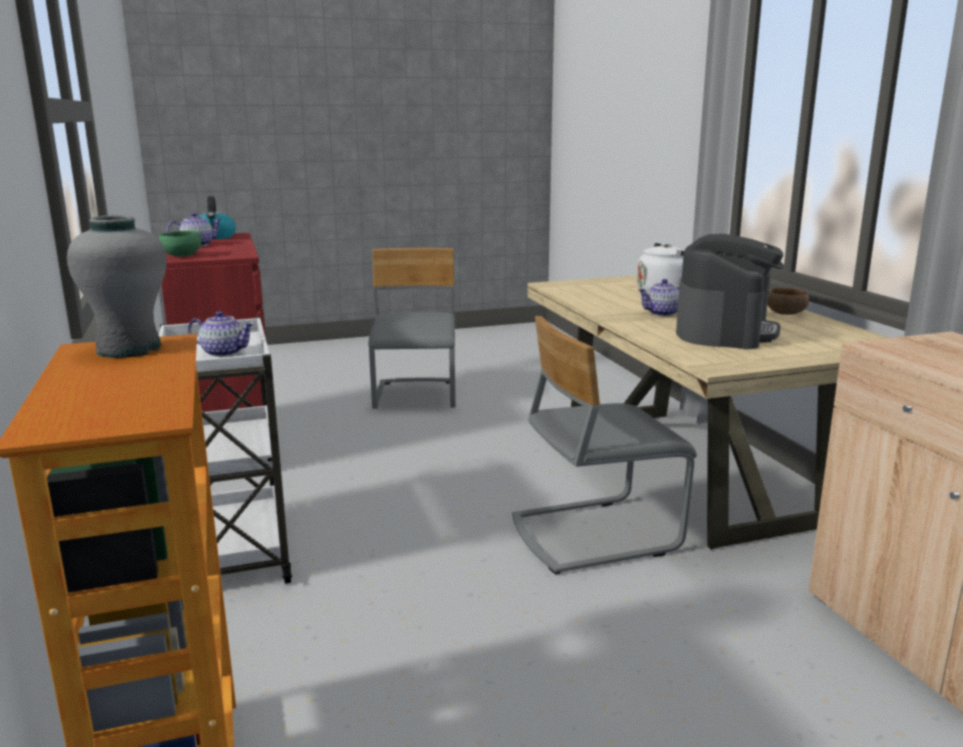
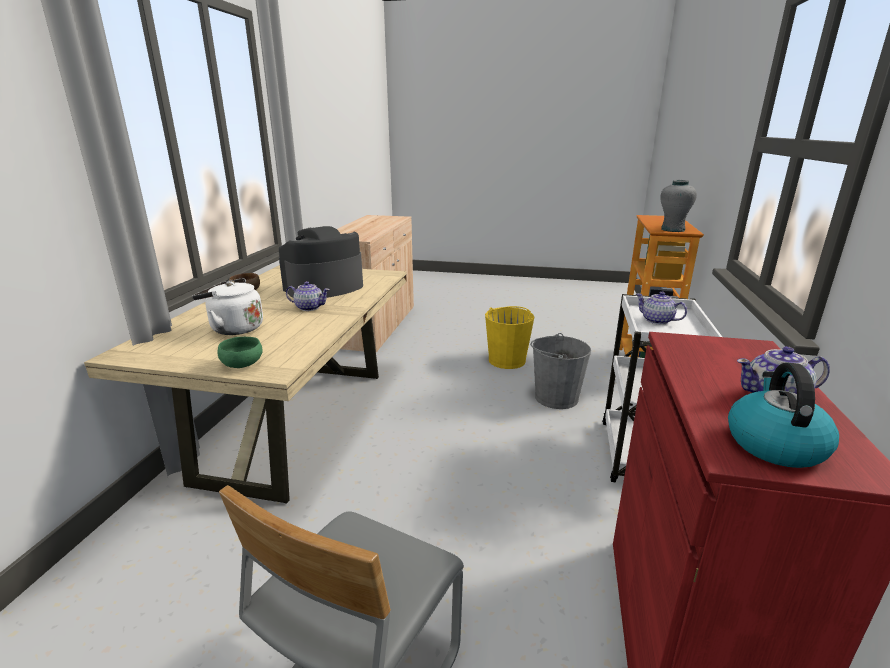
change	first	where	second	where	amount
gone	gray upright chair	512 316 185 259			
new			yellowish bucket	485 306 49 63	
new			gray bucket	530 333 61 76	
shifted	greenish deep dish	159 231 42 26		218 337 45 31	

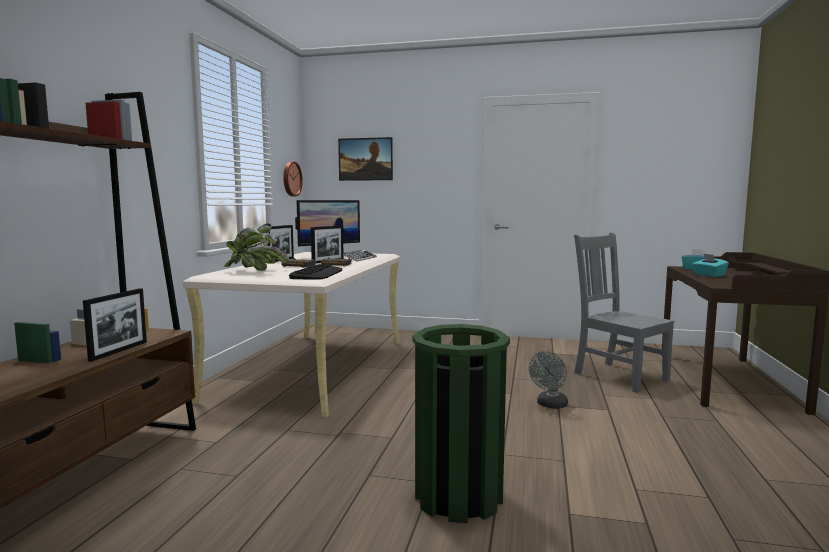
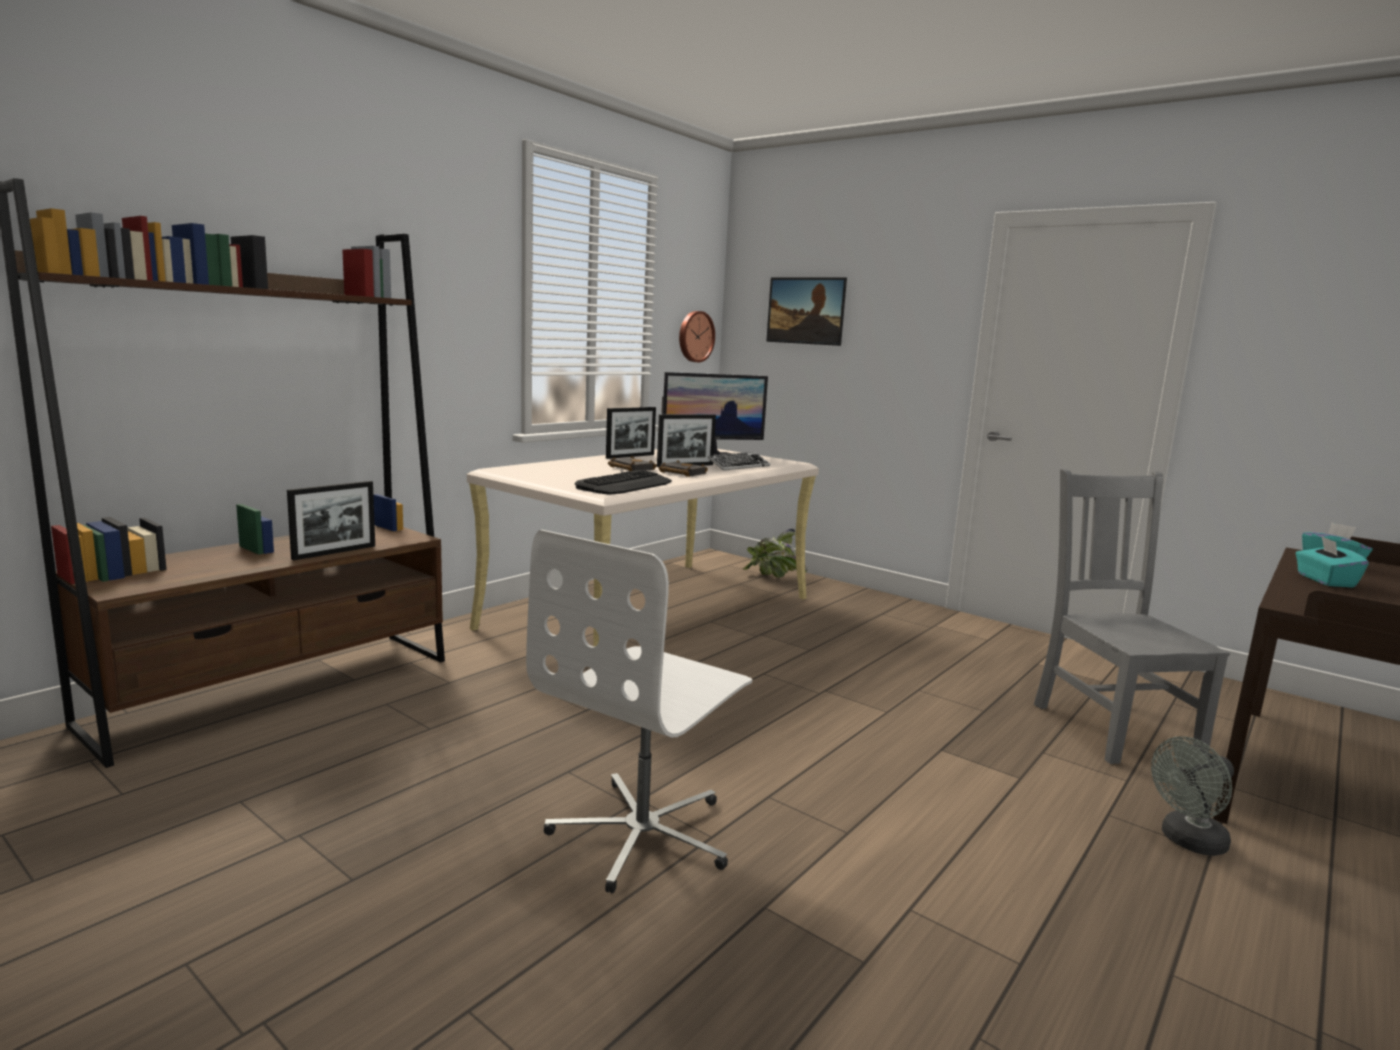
change	first	where	second	where	amount
shifted	potted plant	224 224 65 47		743 529 65 49	
shifted	gray electric fan	529 351 39 58		1151 736 83 120	
swapped	greenish trash can	412 324 98 199	white-coloured office chair	526 530 226 363	

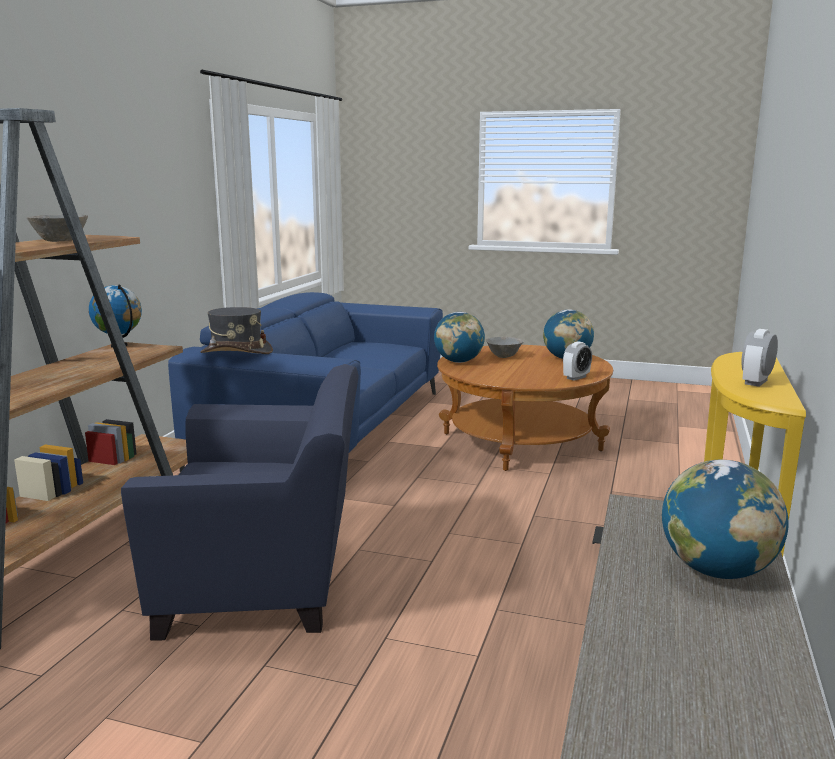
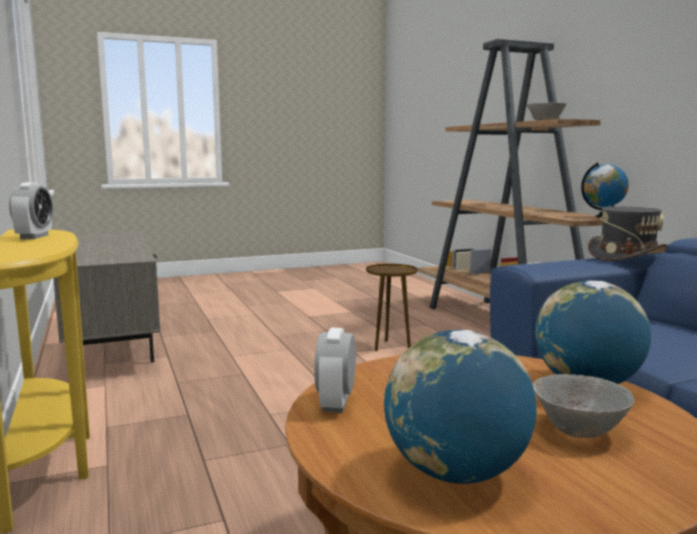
change	first	where	second	where	amount
gone	world globe	662 460 127 119			
swapped	blue-coloured armchair	121 364 238 277	brown-coloured accent table	366 264 51 87	

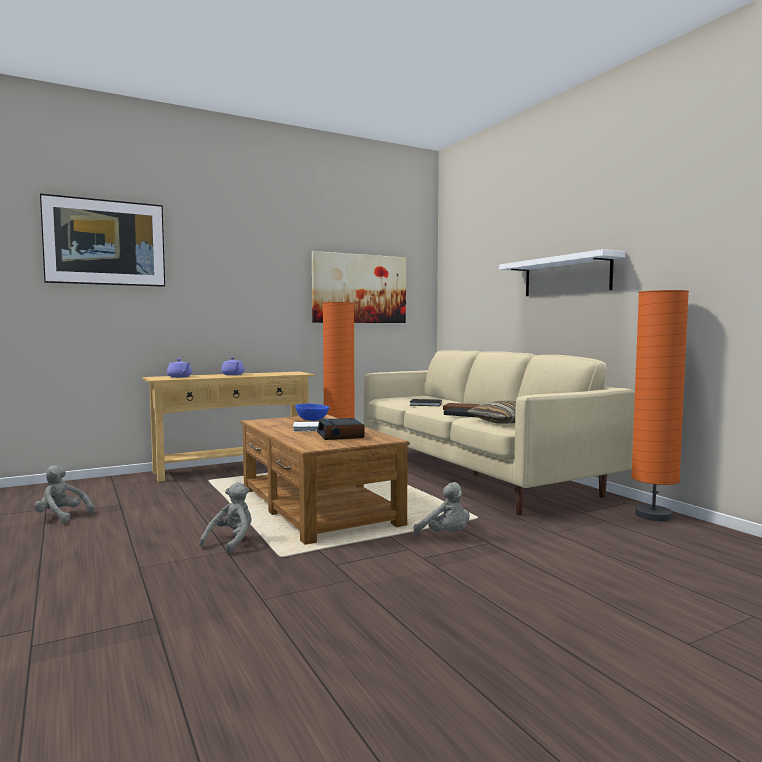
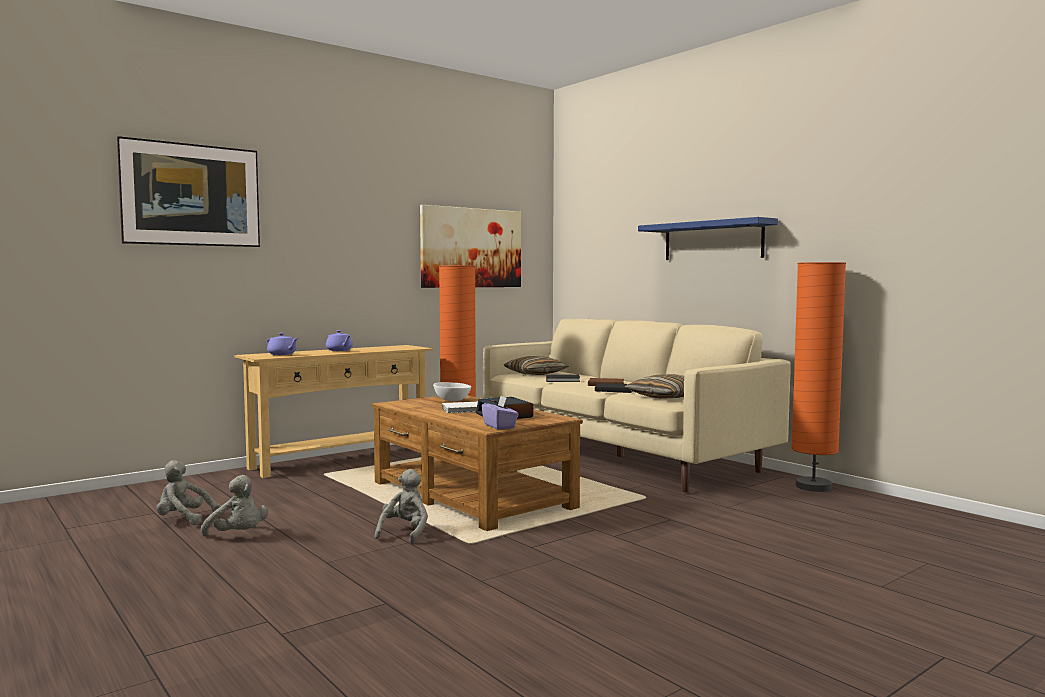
change	first	where	second	where	amount
new			purple-coloured box of tissues	481 396 38 34	
new			throw pillow	504 356 65 19	
shifted	gray soft toy	414 482 56 53		201 475 67 61	
repainted	blue-coloured deep dish	295 404 34 17	white-coloured deep dish	433 382 38 19	
repainted	white-coloured bracket shelf	499 249 126 47	blue-coloured bracket shelf	638 217 140 43	

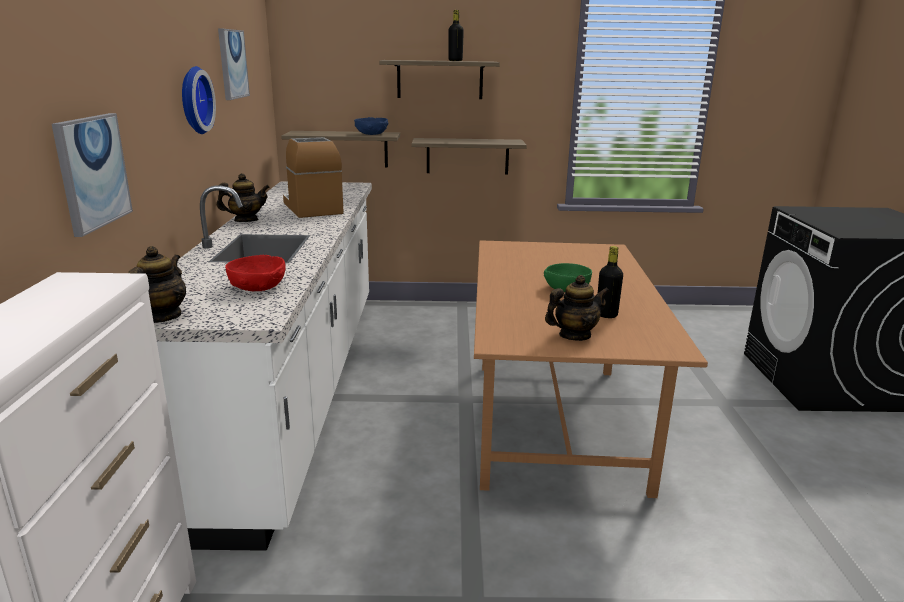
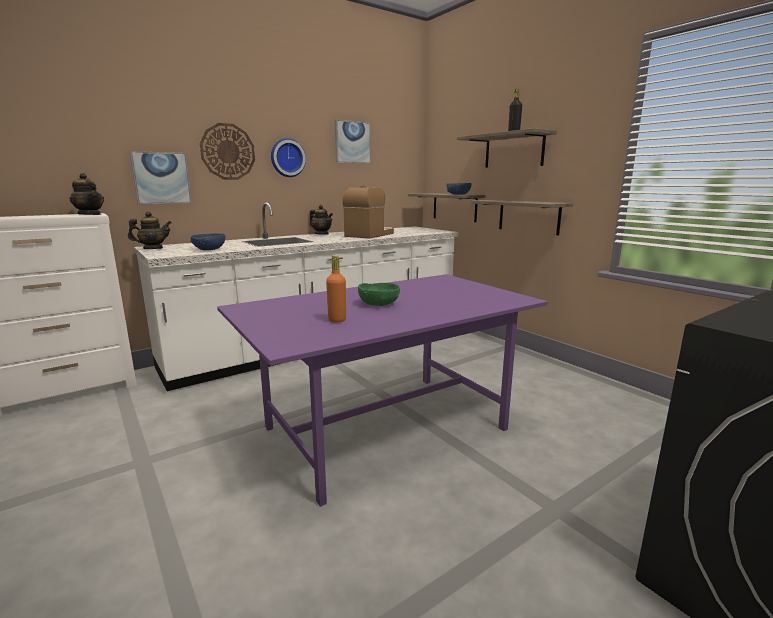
change	first	where	second	where	amount
new			wall clock	200 123 55 57	
shifted	tea pot	545 275 64 66		69 173 35 42	
repainted	red deep dish	225 255 60 36	blue-coloured deep dish	191 234 35 16	
repainted	brown-coloured dining table	474 240 234 258	purple-coloured dining table	217 274 331 233	
repainted	blackish drink bottle	598 246 25 72	orange-coloured drink bottle	326 255 20 68	

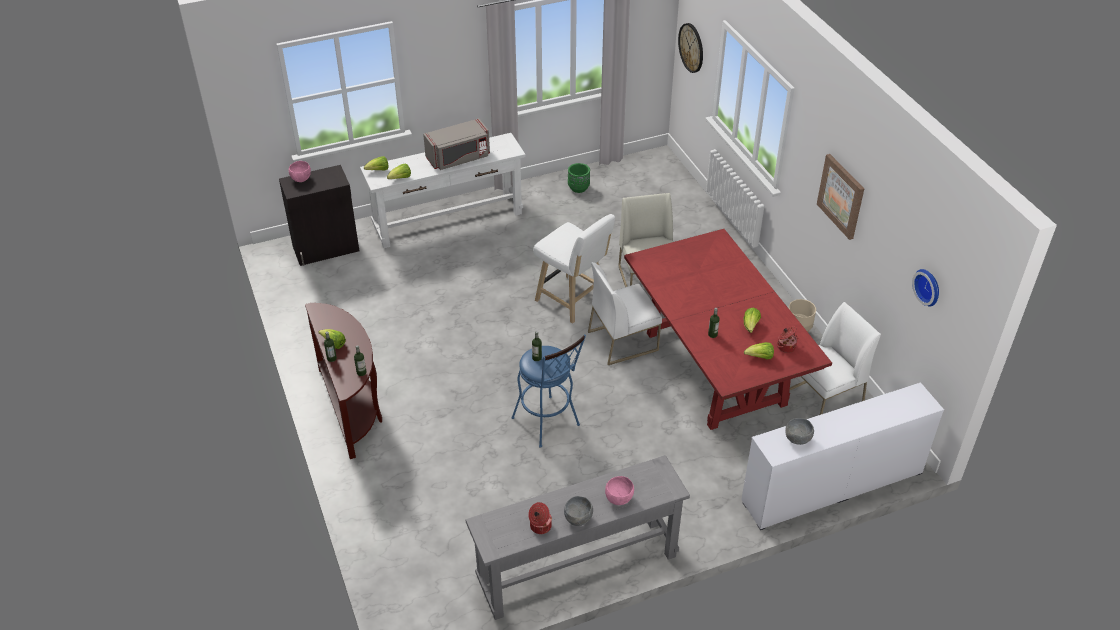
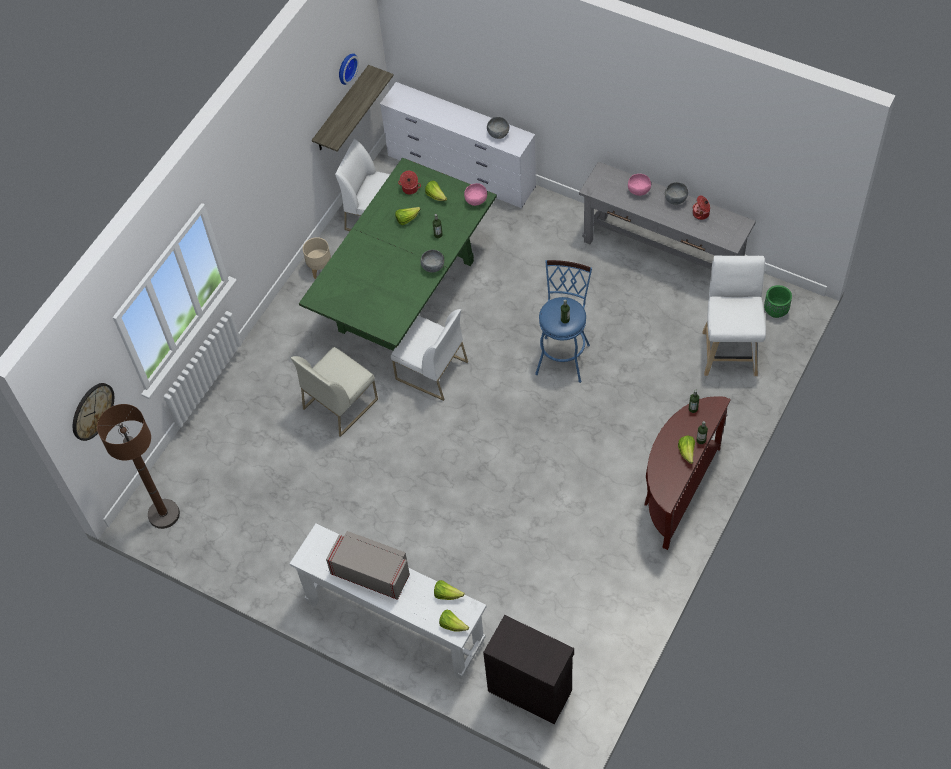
change	first	where	second	where	amount
gone	picture	817 154 47 86			
new			brown-coloured standard lamp	97 404 83 125	
new			bracket shelf	312 65 82 87	
new			gray deep dish	421 250 23 23	
shifted	pink deep dish	289 161 22 21		464 183 23 23	
shifted	white-coloured stool	533 214 82 110		702 256 64 120	
shifted	greenish planter	568 163 22 30		764 285 28 33	
repainted	red dining table	624 229 208 201	greenish dining table	299 157 198 194	

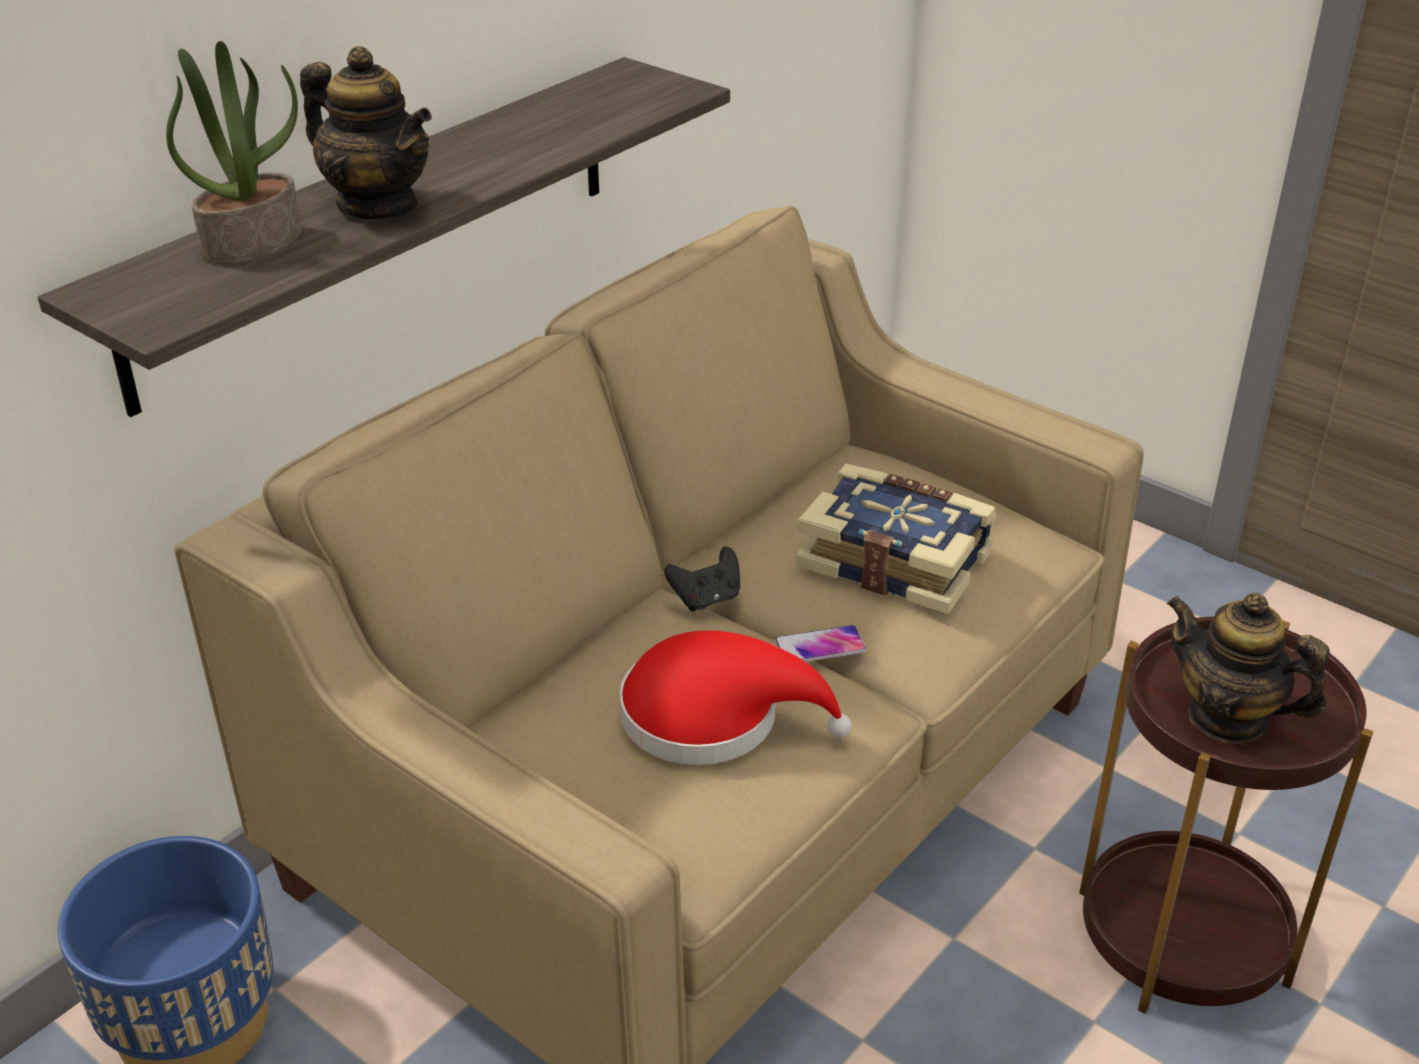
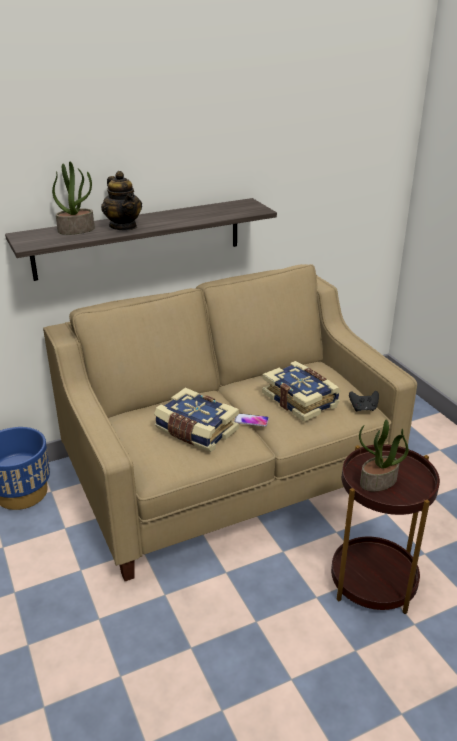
change	first	where	second	where	amount
shifted	blackish joypad	664 546 76 65		349 391 30 20	
swapped	red wearable hat	619 630 232 135	volume	154 388 85 64	
swapped	tea pot	1167 593 163 150	potted plant	359 419 49 72	

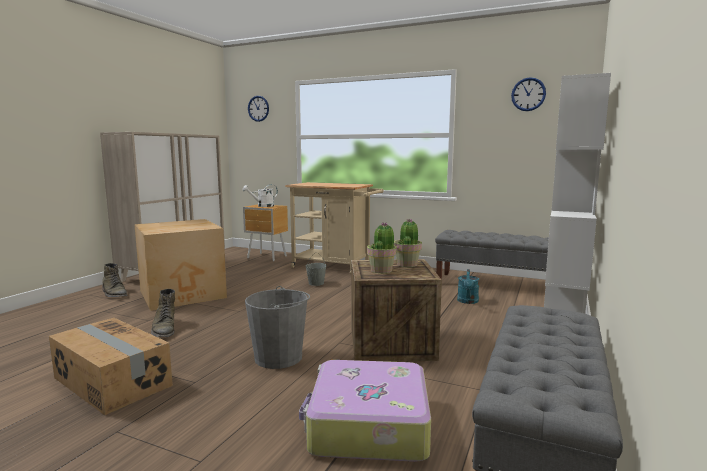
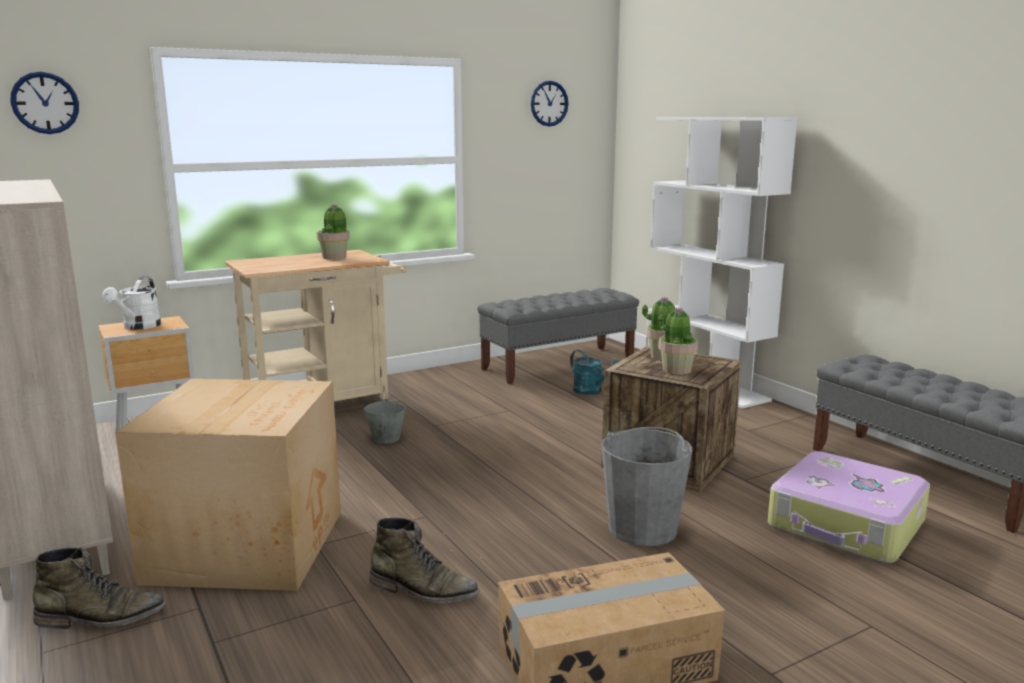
change	first	where	second	where	amount
new			potted plant	317 204 33 56	

